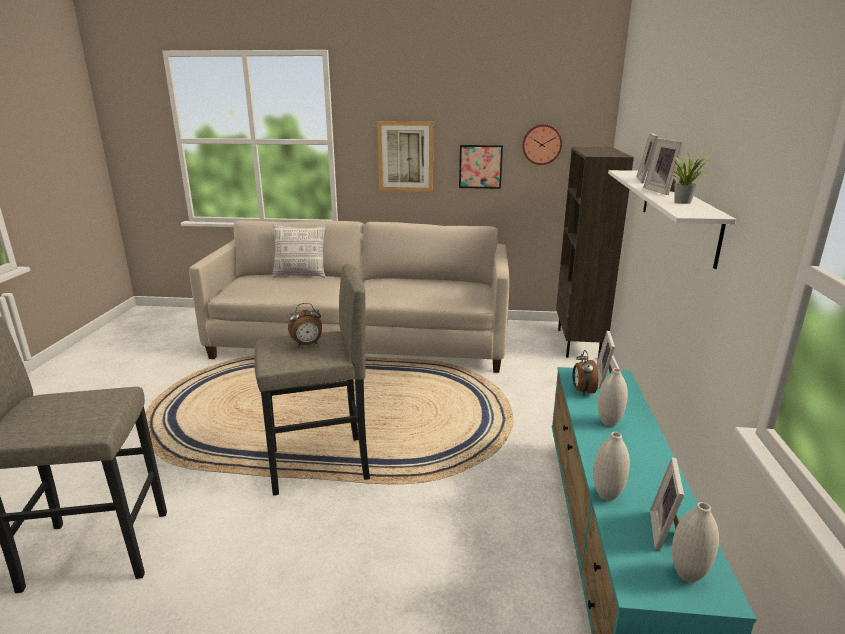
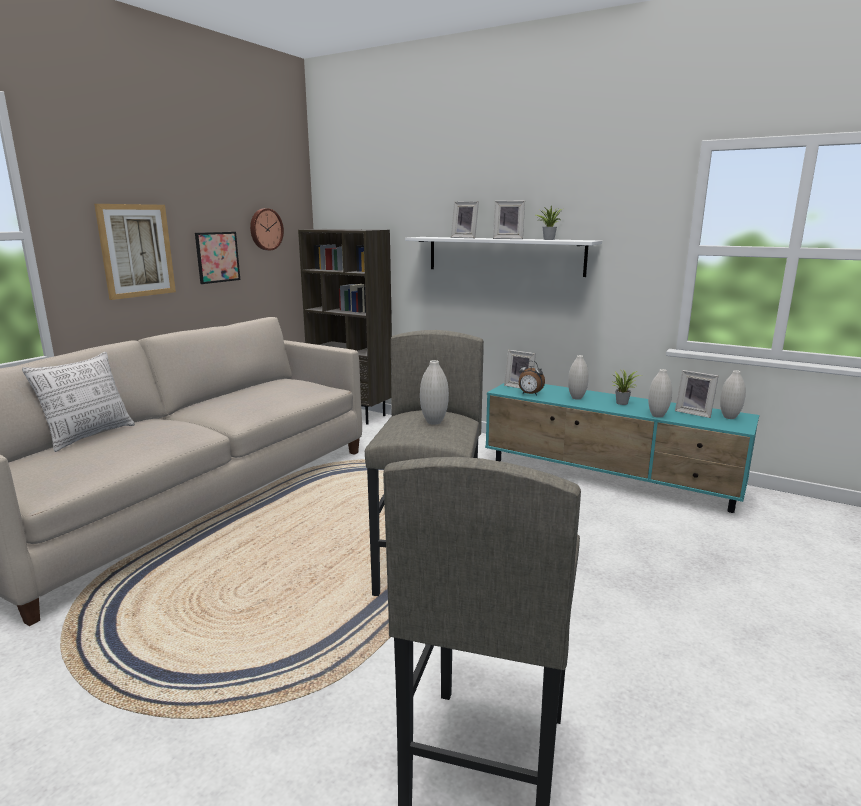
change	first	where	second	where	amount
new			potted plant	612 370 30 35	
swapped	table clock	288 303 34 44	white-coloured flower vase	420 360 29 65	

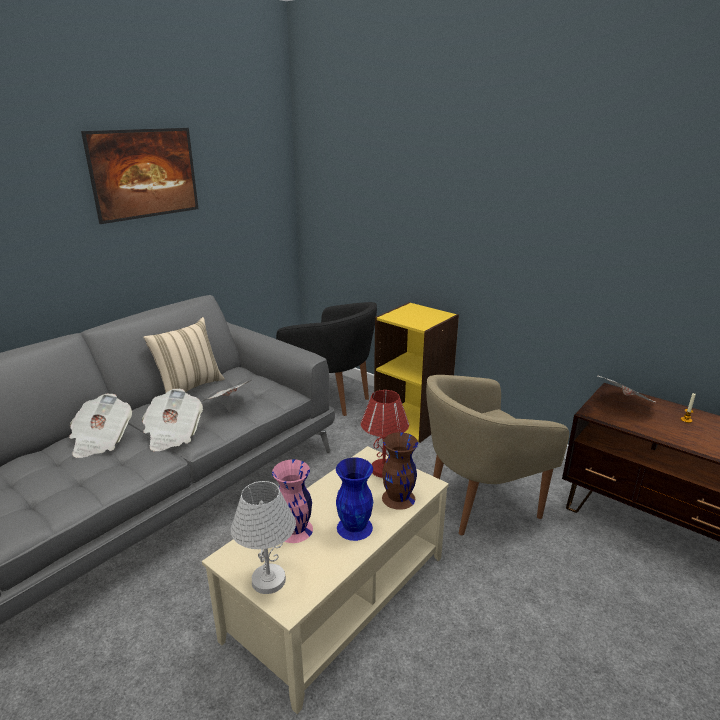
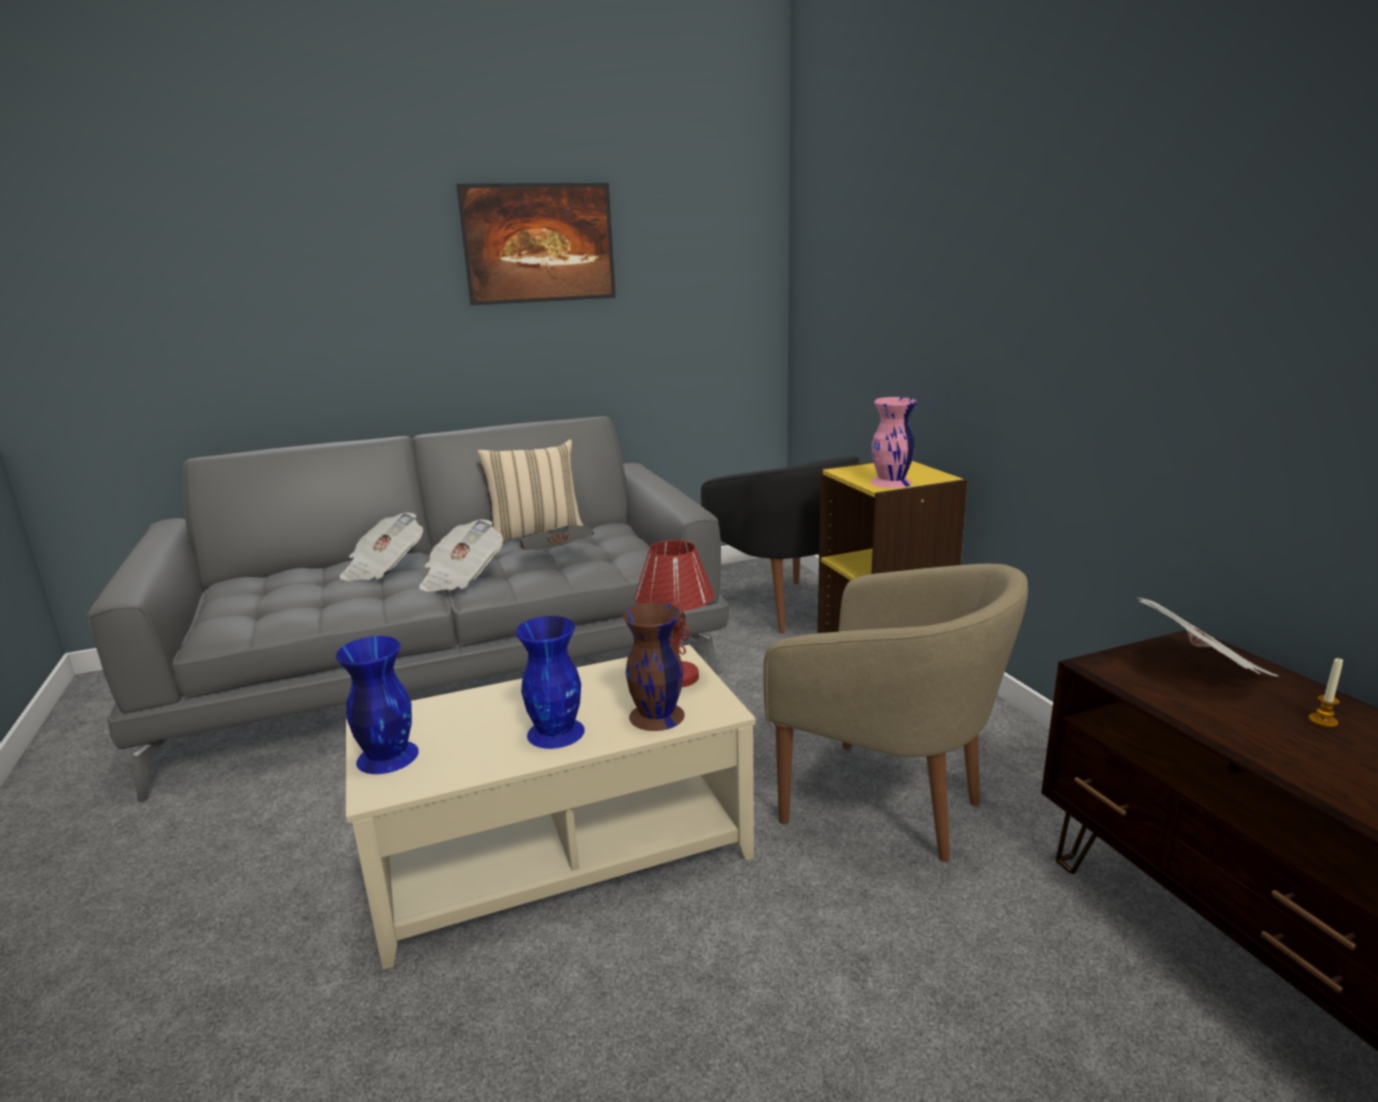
change	first	where	second	where	amount
shifted	pink flower vase	272 459 41 84		871 397 46 91	
swapped	white-coloured table lamp	231 481 65 113	blue-coloured flower vase	336 636 83 138	
rotated	beige-coloured armchair	426 375 143 160		763 564 265 298	150 degrees counterclockwise

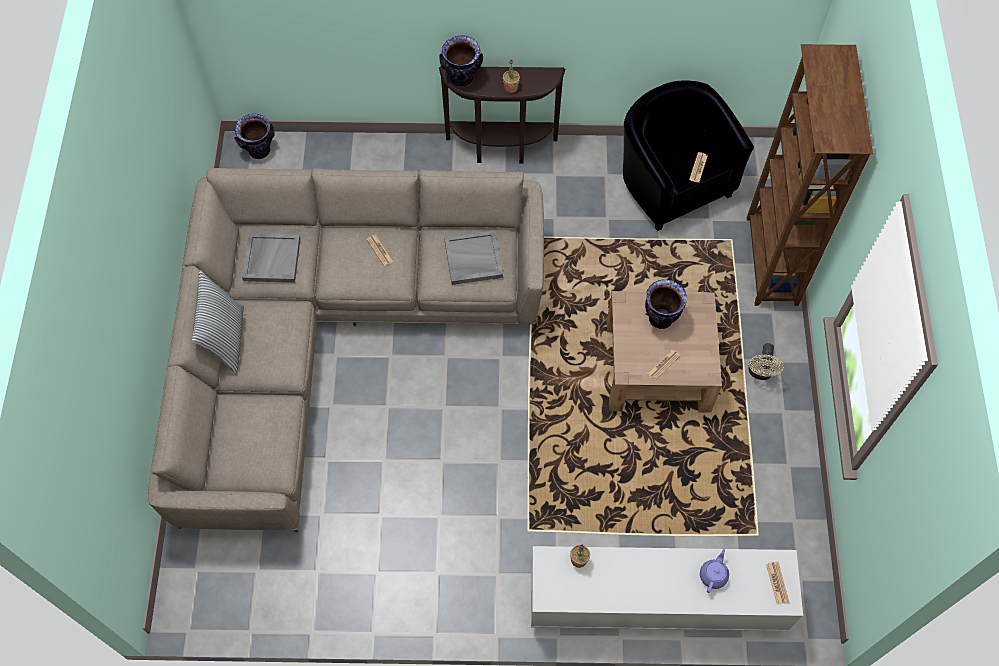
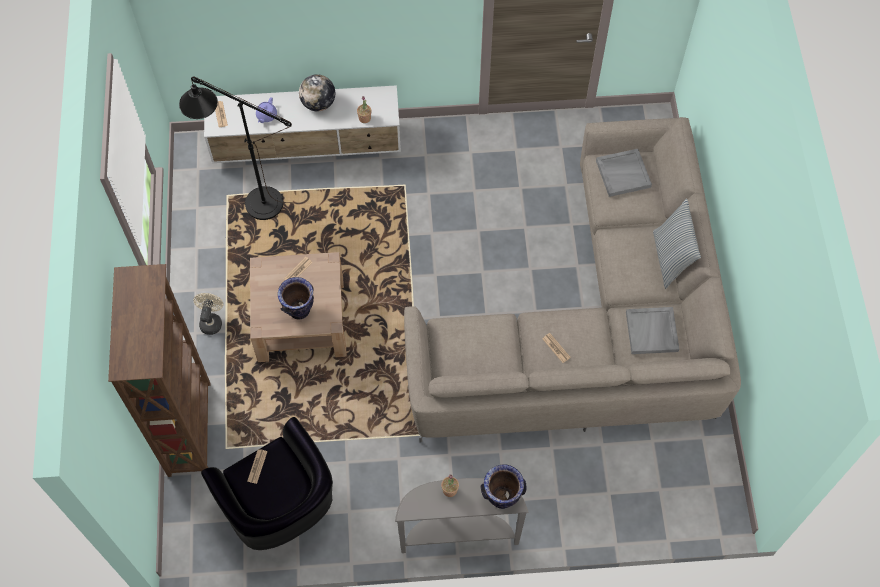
change	first	where	second	where	amount
gone	flower vase	234 114 41 45			
new			blackish standard lamp	179 77 113 143	
new			world globe	299 74 36 37	
shifted	gray carrying tray	444 230 59 55		596 149 56 48	
repainted	brown-coloured console table	439 66 126 97	gray console table	395 478 134 75	

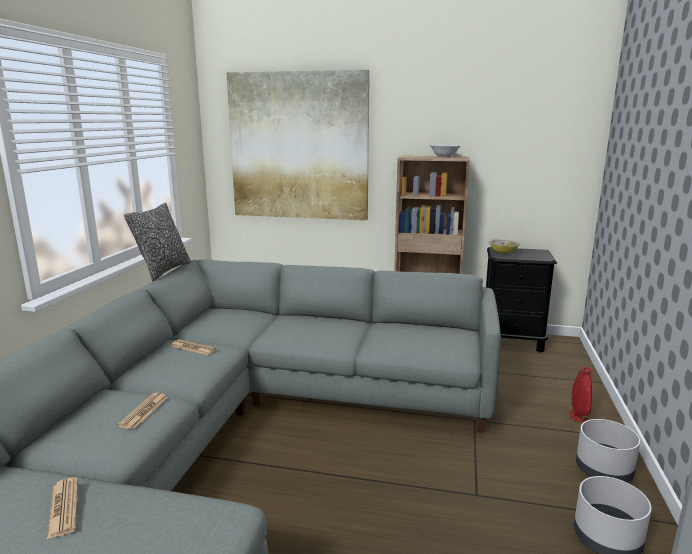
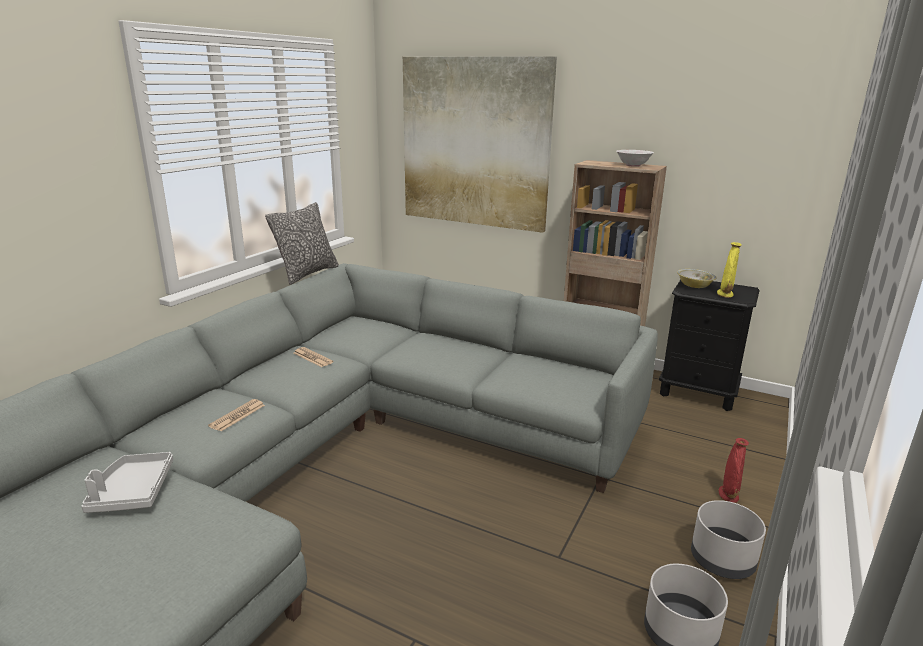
change	first	where	second	where	amount
new			yellowish flower vase	717 242 25 56	
swapped	daily paper	47 477 31 62	gray carrying tray	81 452 92 61	

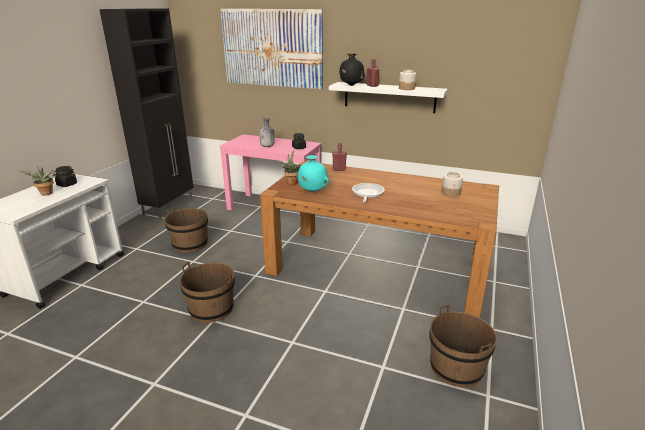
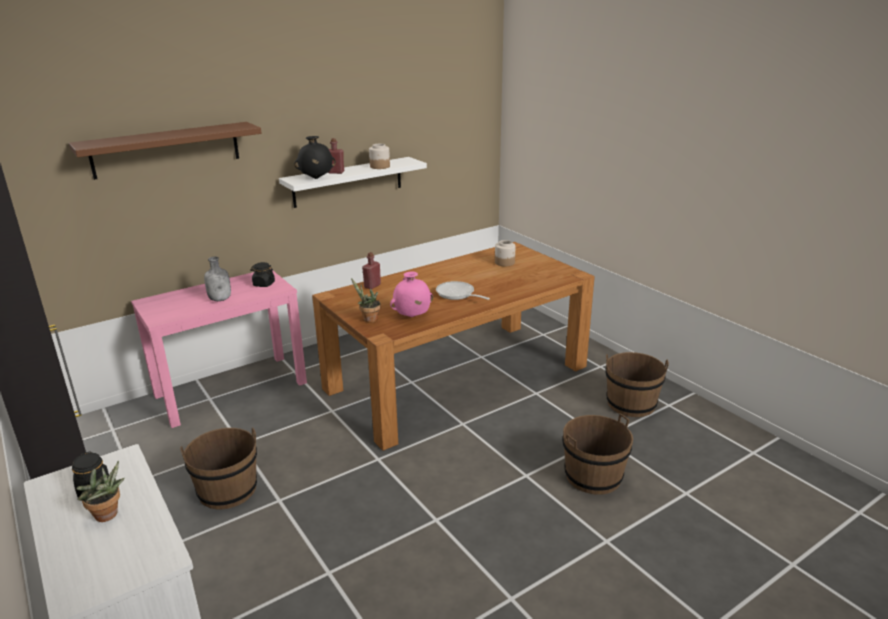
change	first	where	second	where	amount
shifted	brown-coloured bucket	180 262 55 61		562 413 71 82	
swapped	picture	221 9 102 80	brown-coloured bracket shelf	69 122 193 58	
repainted	blue-green flower vase	297 155 32 37	pink flower vase	390 271 43 46	

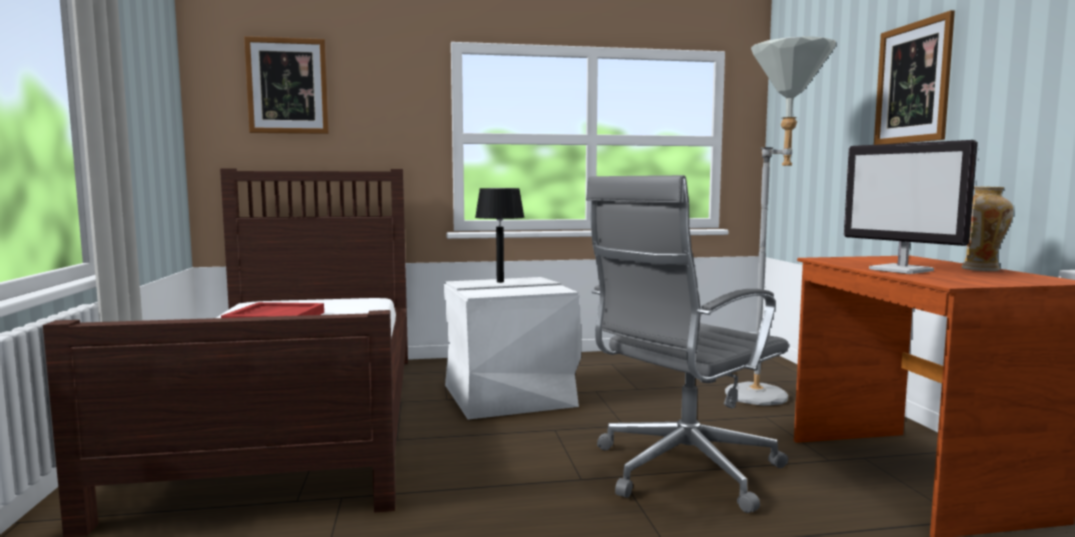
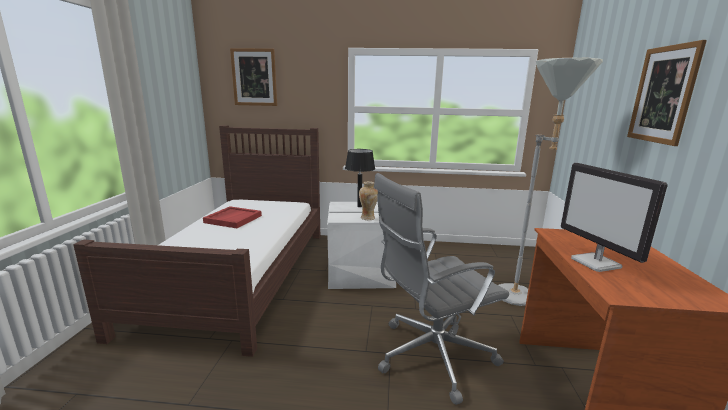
change	first	where	second	where	amount
shifted	flower vase	961 187 52 84		359 181 19 39	

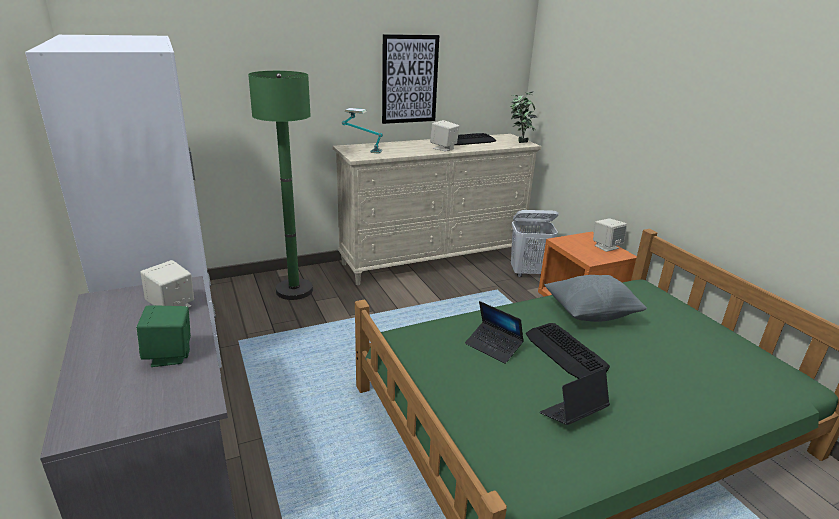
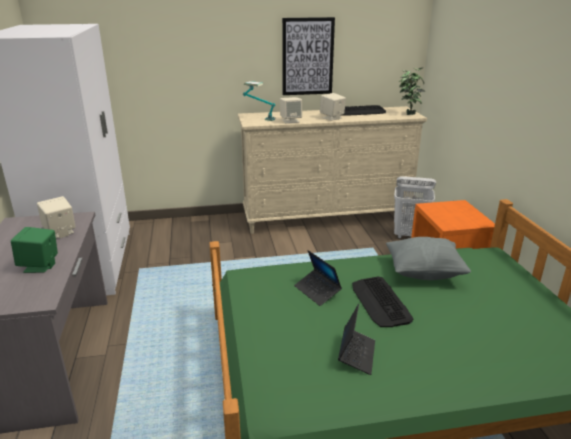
change	first	where	second	where	amount
gone	greenish standard lamp	248 71 65 229			
shifted	beige-coloured loudspeaker	593 218 34 34		280 97 22 26	
rotated	notebook computer	540 368 70 57		338 303 37 72	120 degrees clockwise

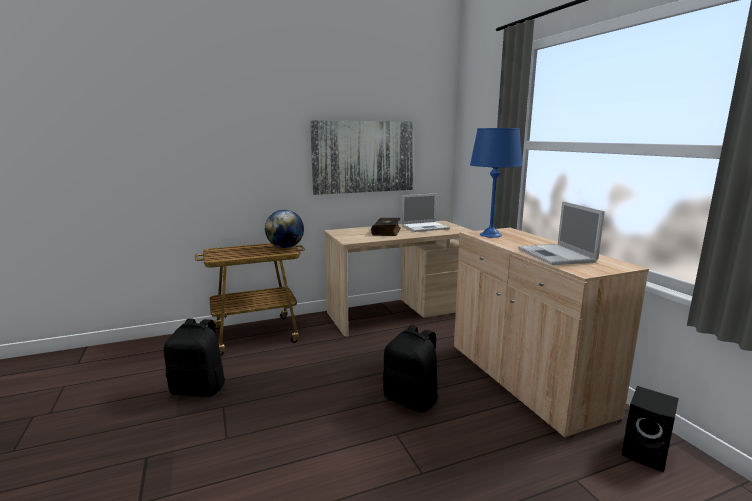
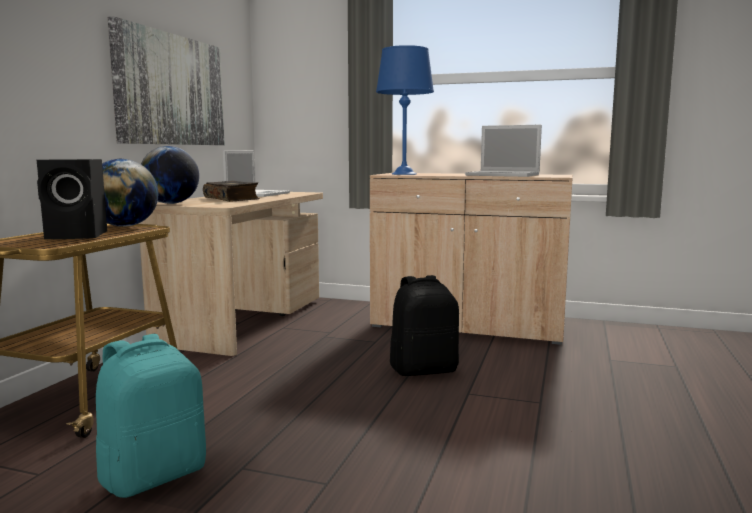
change	first	where	second	where	amount
new			world globe	141 146 58 58	
shifted	blackish loudspeaker	622 386 57 86		37 159 70 80	
repainted	blackish rucksack	164 318 61 79	blue-green rucksack	96 334 110 164	

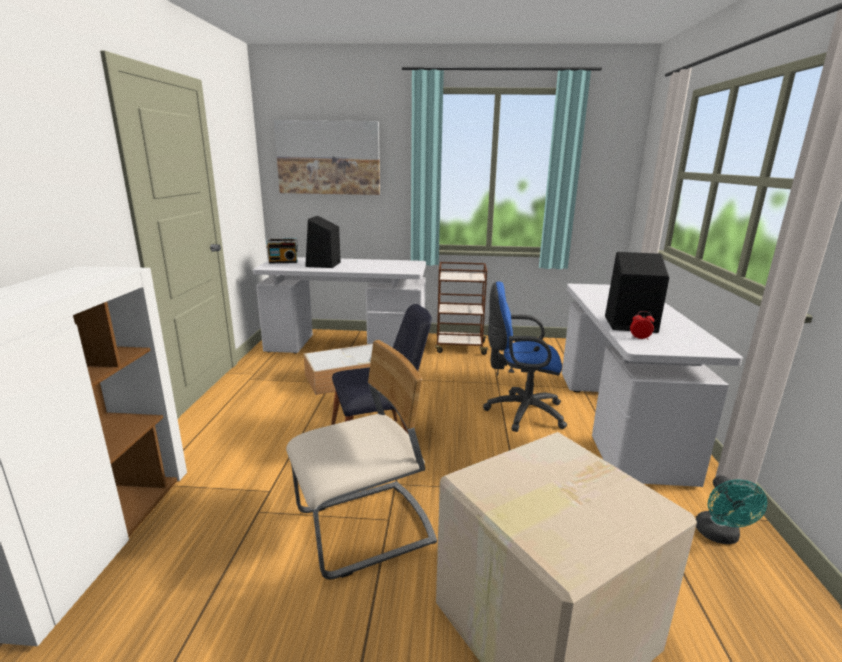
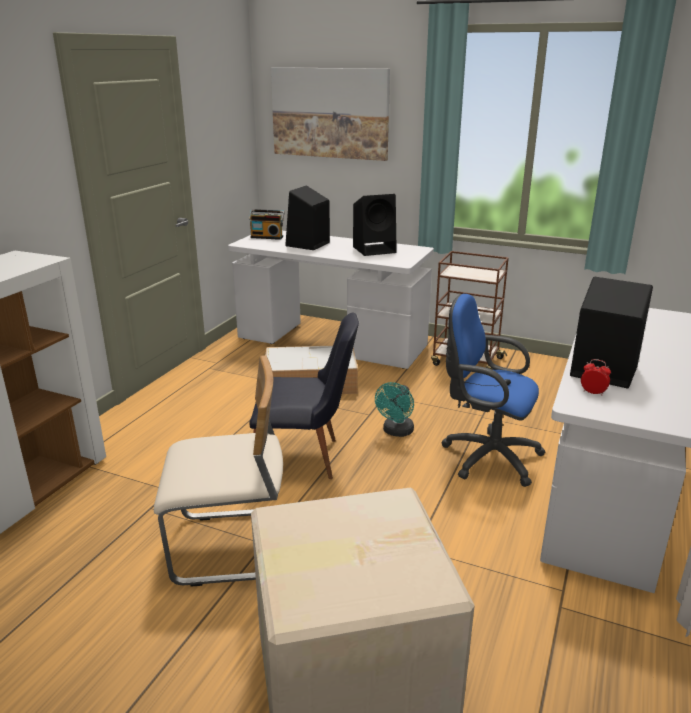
change	first	where	second	where	amount
new			blackish loudspeaker	353 194 44 62	
shifted	blue-green electric fan	696 475 71 69		375 382 39 55	

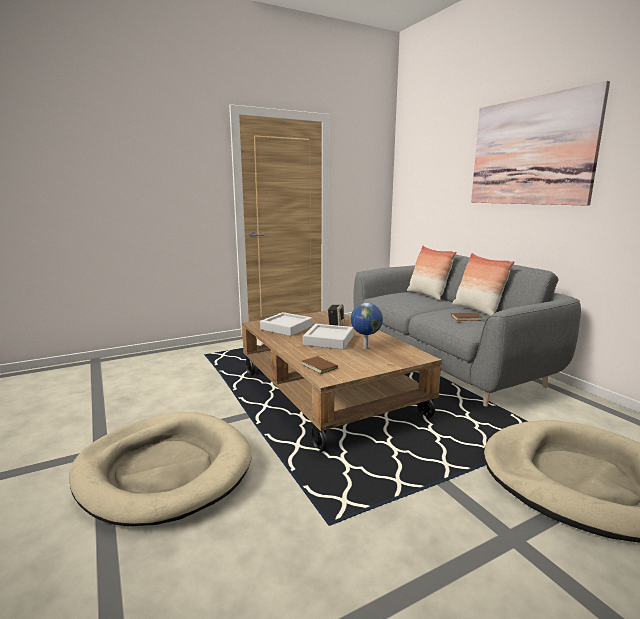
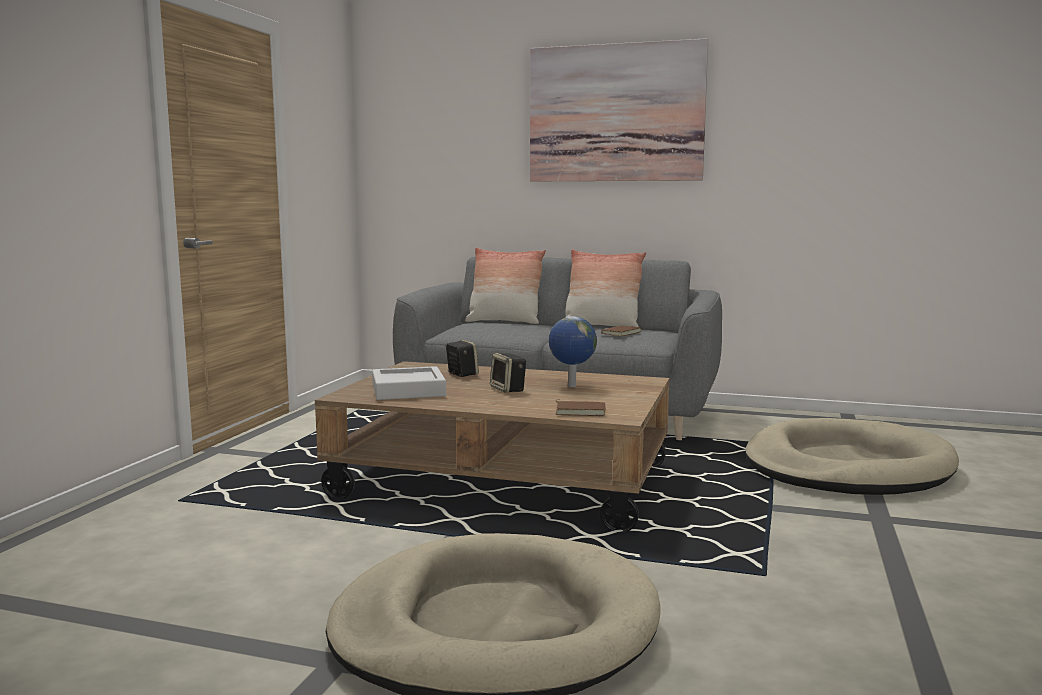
change	first	where	second	where	amount
swapped	gray carrying tray	303 324 51 25	loudspeaker	490 353 36 40	

